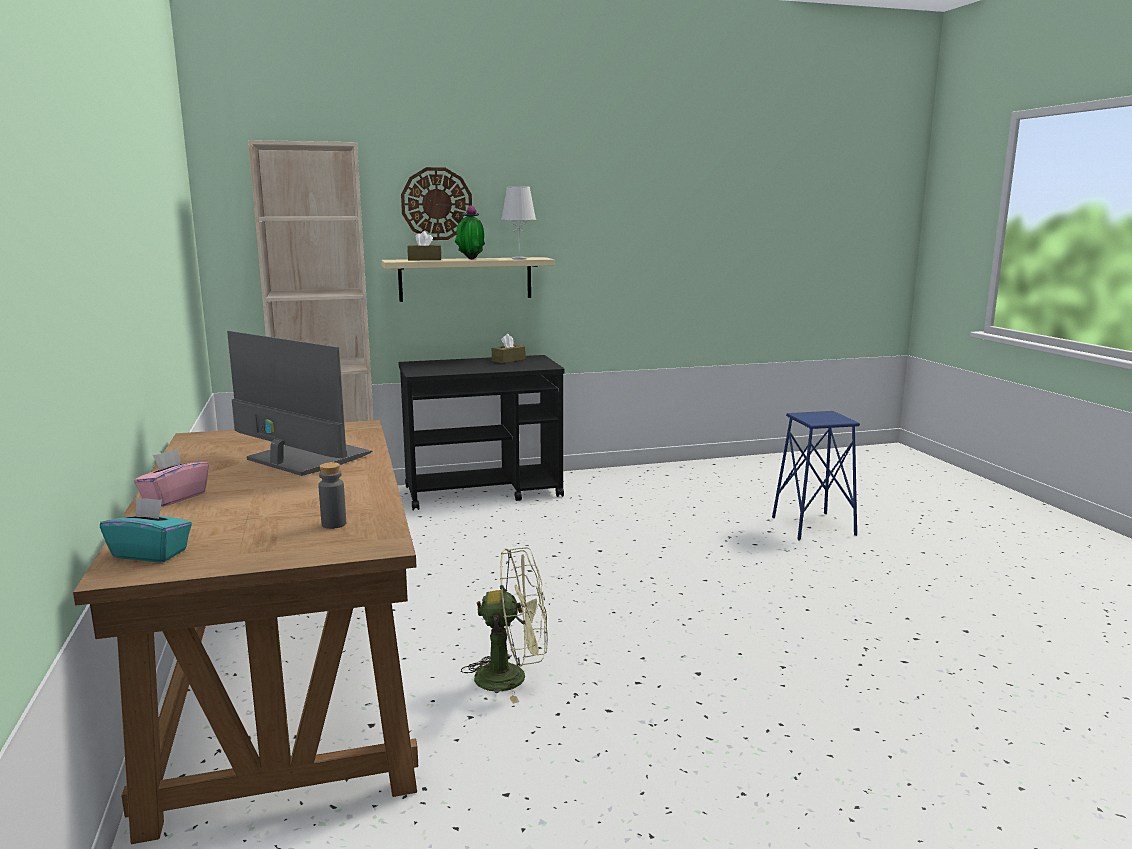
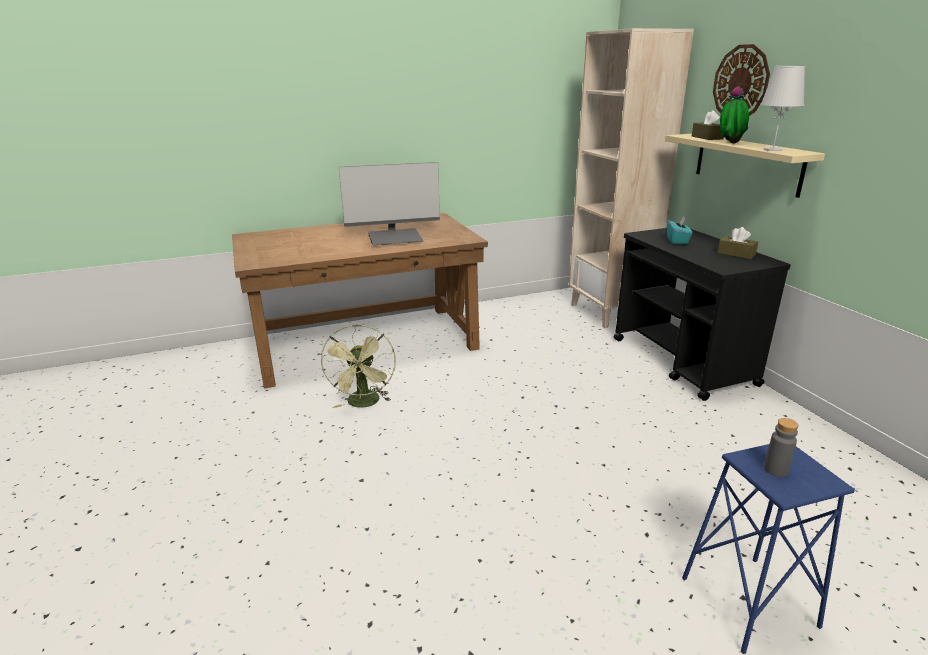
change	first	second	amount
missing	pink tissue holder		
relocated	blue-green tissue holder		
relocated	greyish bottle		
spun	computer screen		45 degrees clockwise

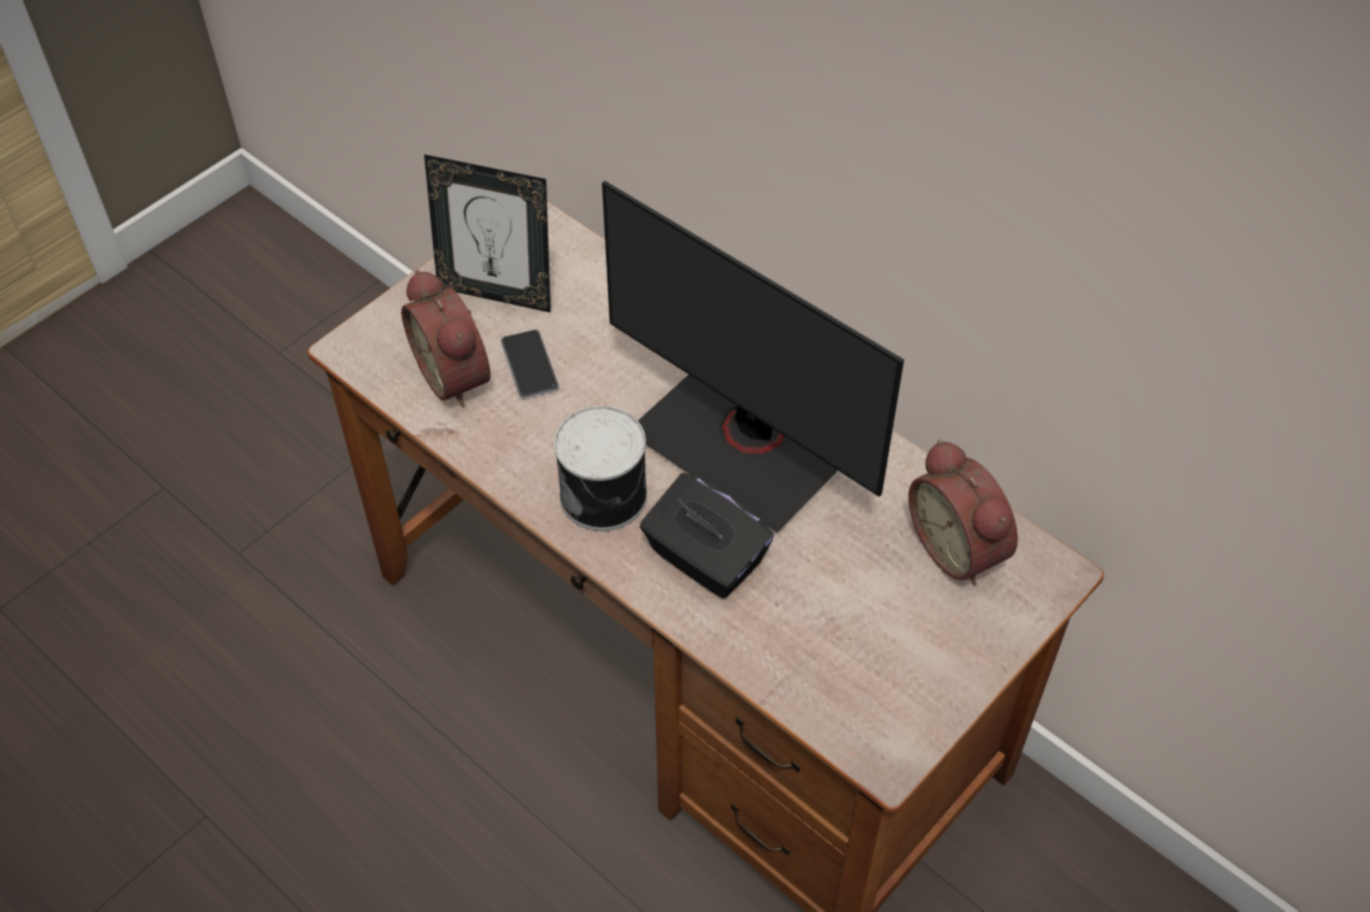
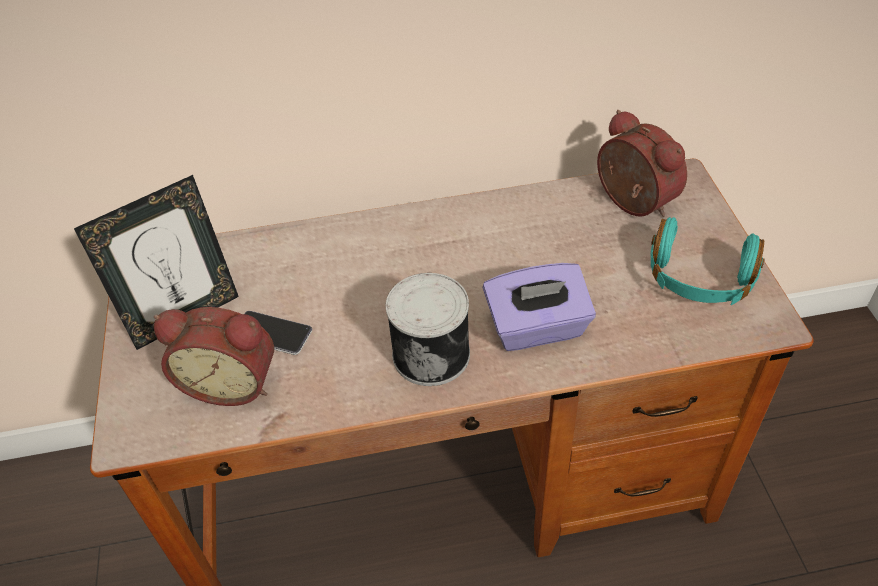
change	first	second	amount
missing	computer screen		
appeared		blue-green pair of headphones	
colour	blackish tissue holder	purplish tissue holder	
spun	alarm clock (no. 2 from left)		135 degrees counterclockwise

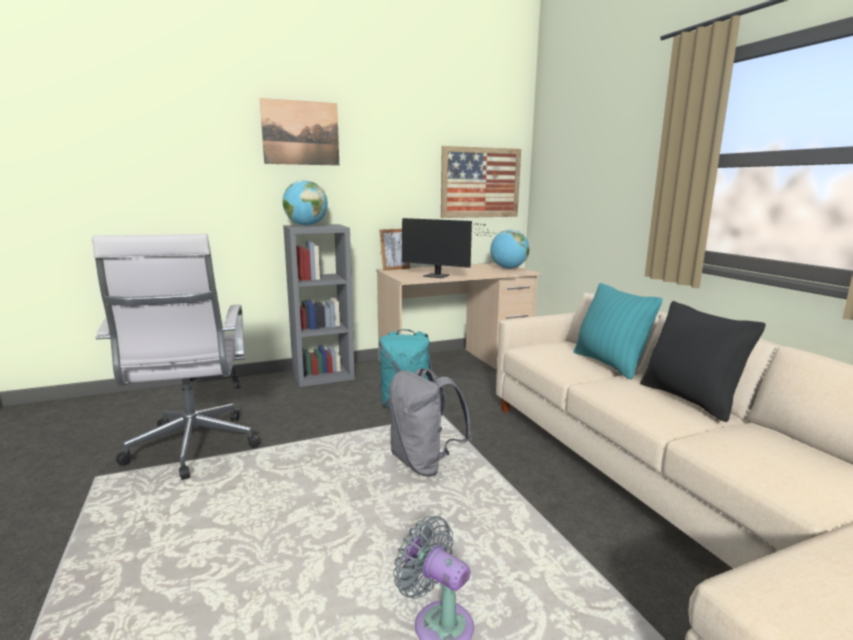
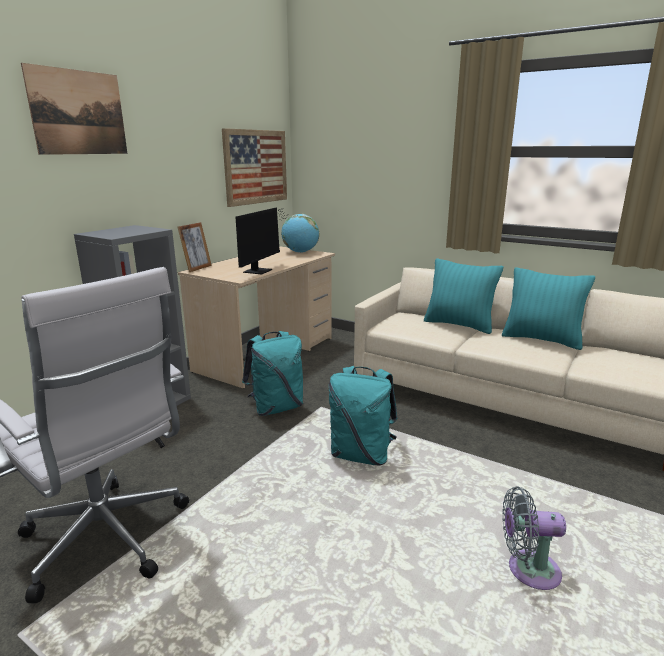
change	first	second	amount
missing	world globe (no. 1 from left)		
colour	greyish knapsack	blue-green knapsack (no. 2 from left)	
colour	blackish pillow	blue-green pillow (no. 2 from left)	
spun	computer screen		60 degrees counterclockwise

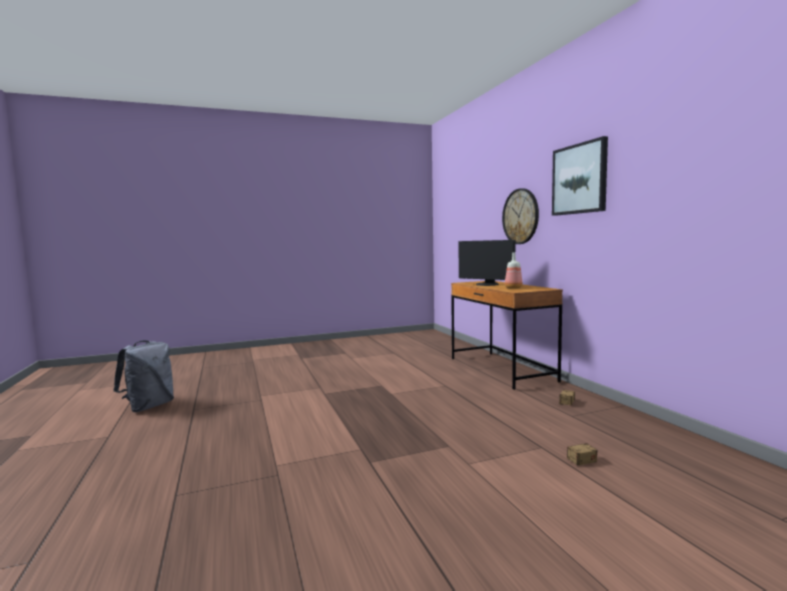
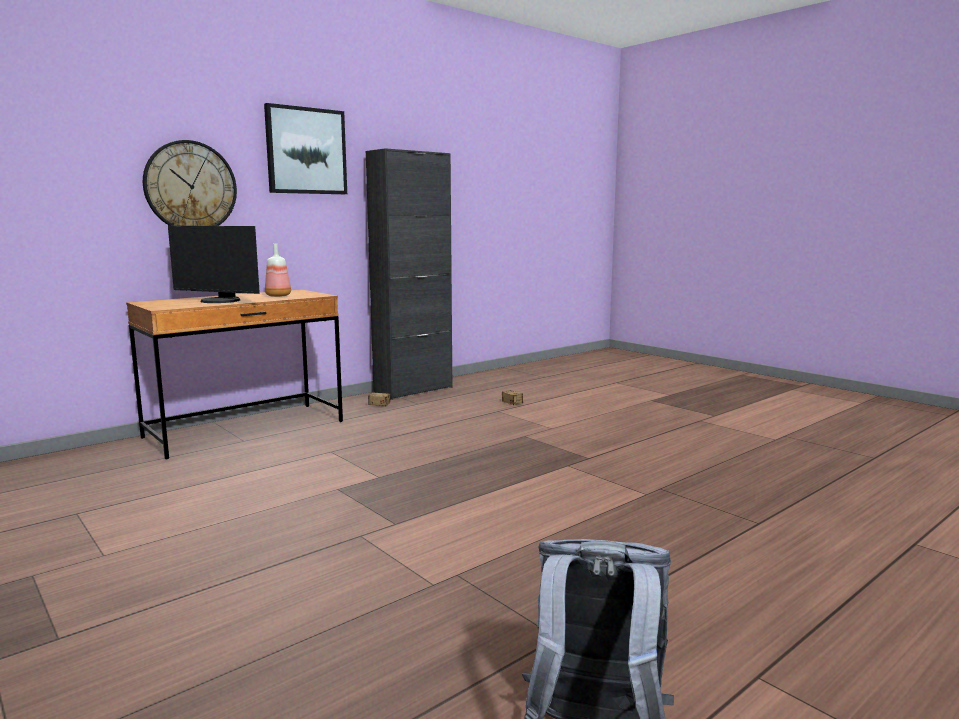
change	first	second	amount
appeared		blackish cabinet	
spun	computer screen		90 degrees clockwise

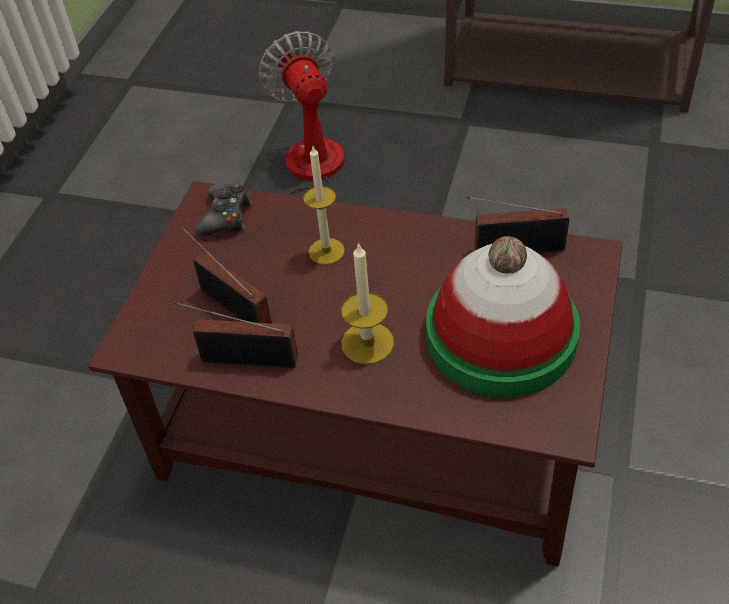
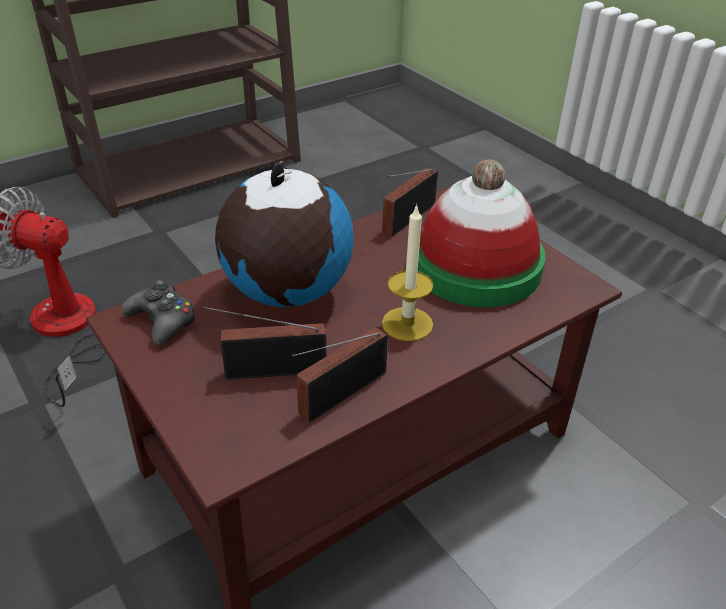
change	first	second	amount
exchanged	wax light (no. 1 from left)	world globe	

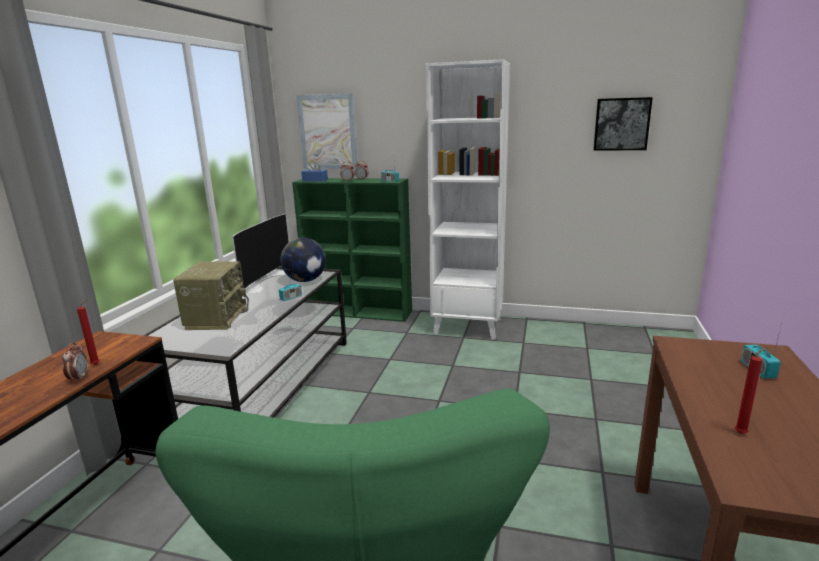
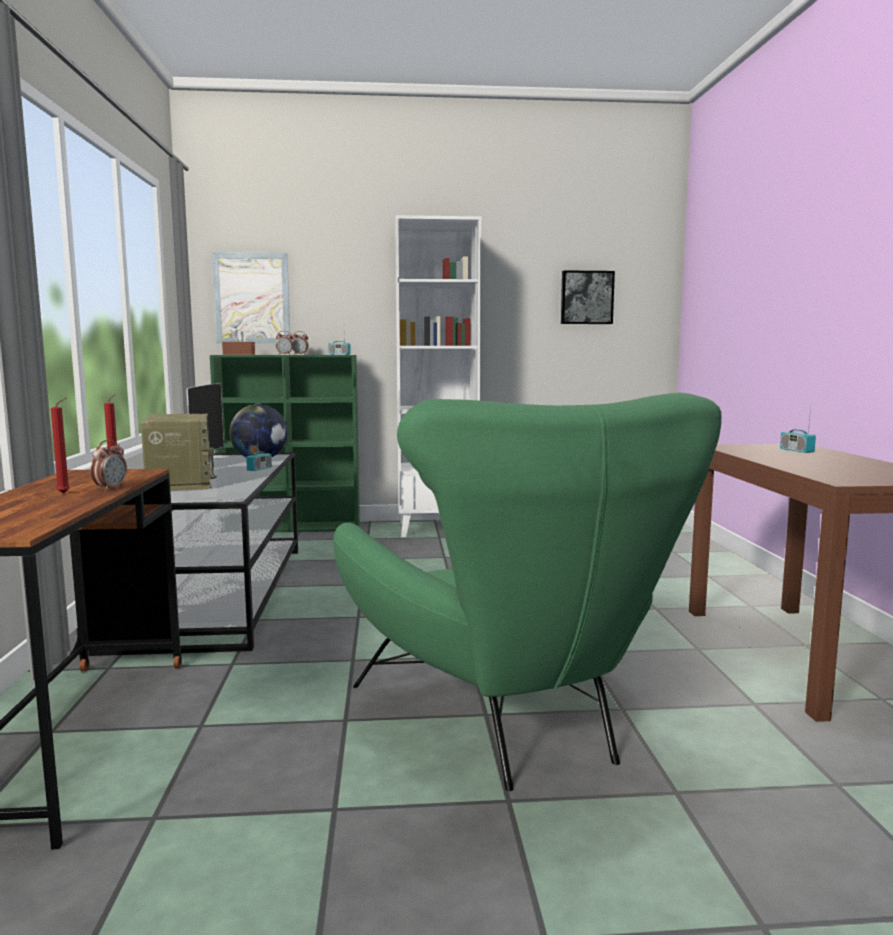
change	first	second	amount
relocated	red wax light (no. 2 from left in the first image)	red wax light (no. 1 from left)	
colour	blue-coloured tissue holder	brownish tissue holder	
spun	alarm clock (no. 1 from left)		45 degrees clockwise

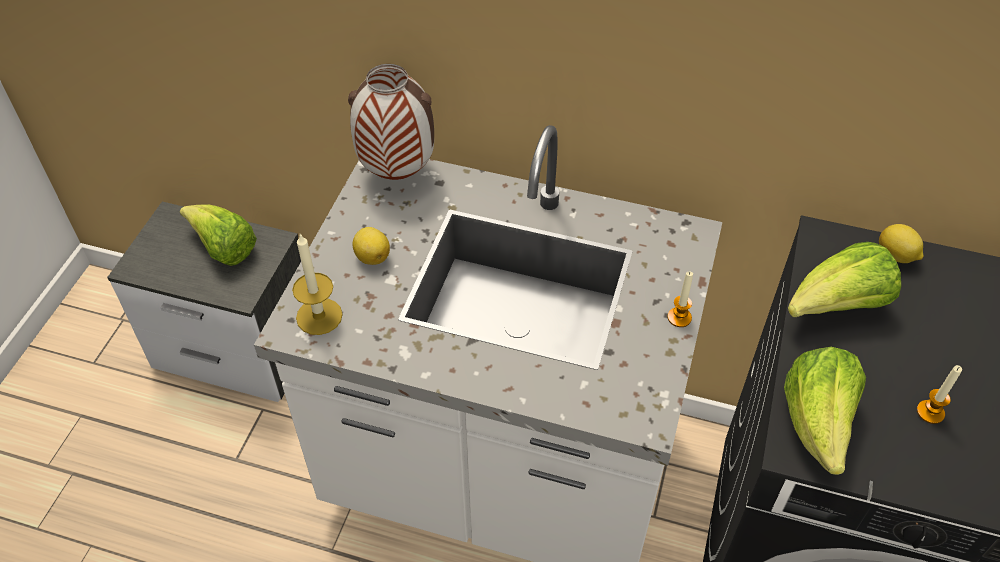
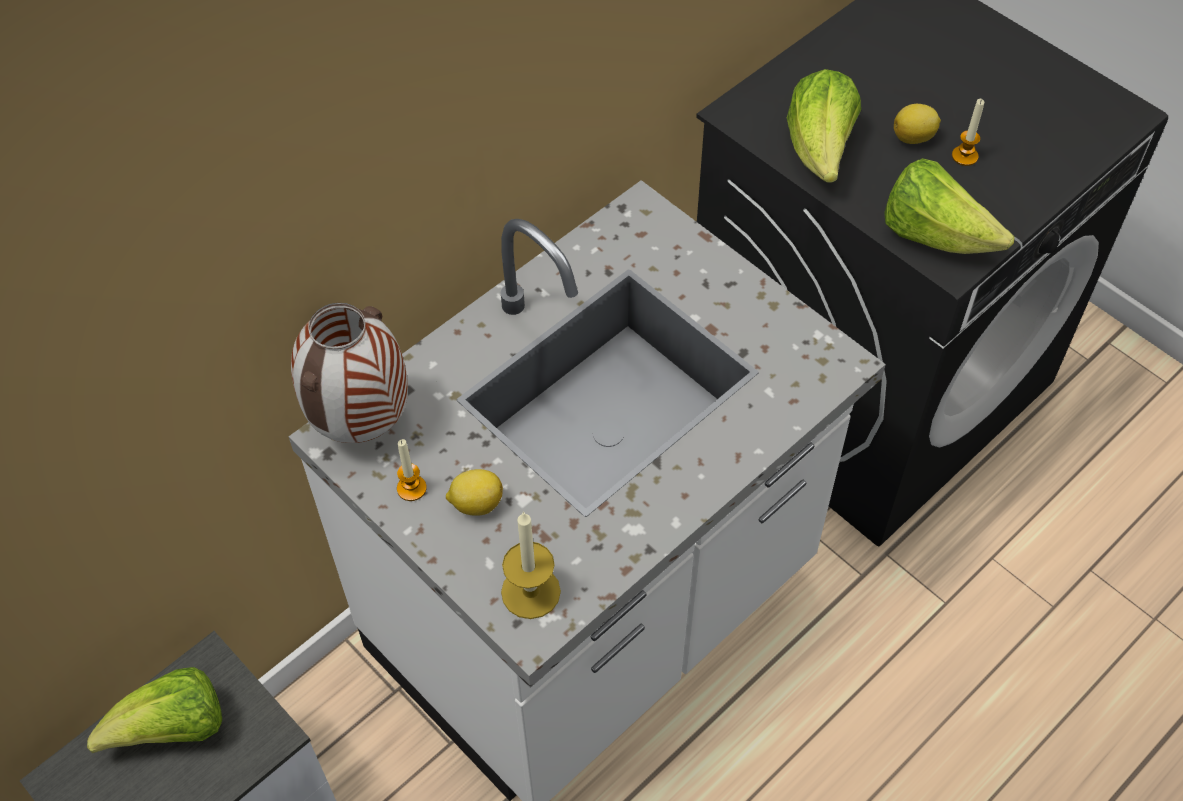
change	first	second	amount
relocated	wax light (no. 2 from left in the first image)	wax light (no. 1 from left)	
relocated	whole lemon (no. 2 from left)		

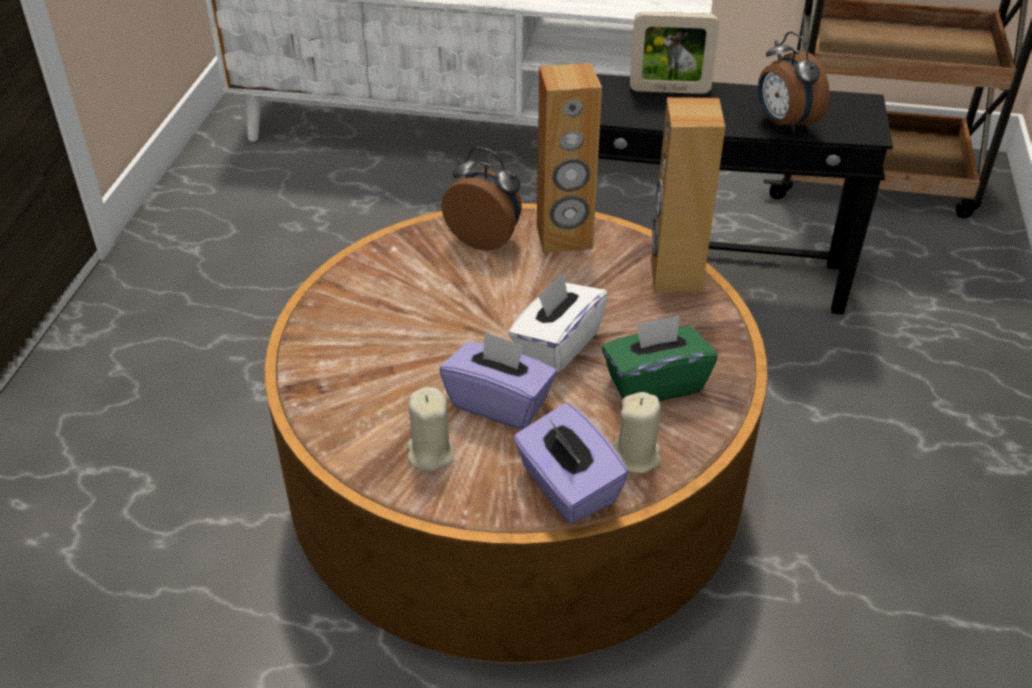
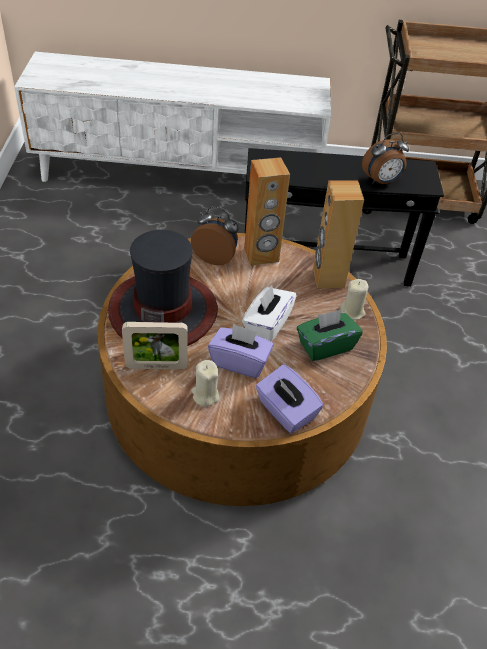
change	first	second	amount
appeared		clothing hat	
relocated	beige wax light (no. 2 from left)		
relocated	picture frame		
spun	alarm clock (no. 2 from left)		75 degrees counterclockwise

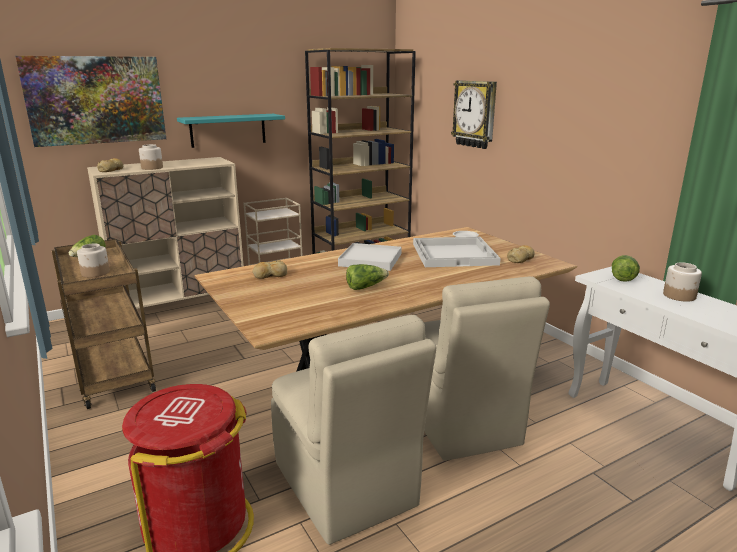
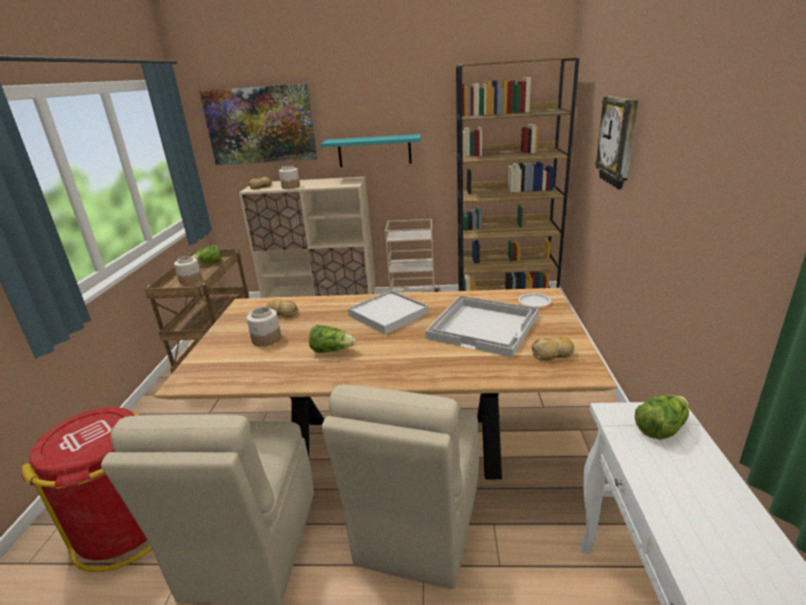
change	first	second	amount
relocated	jar (no. 3 from left in the first image)	jar (no. 2 from left)	

